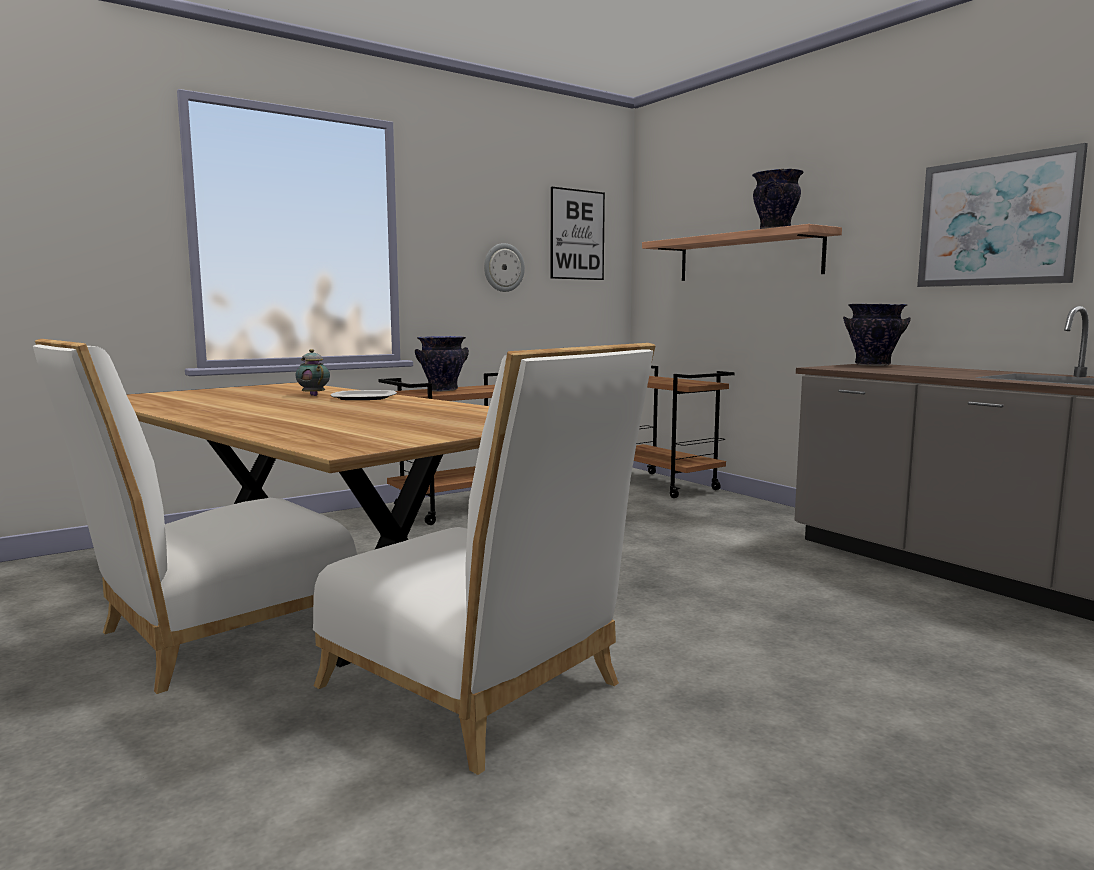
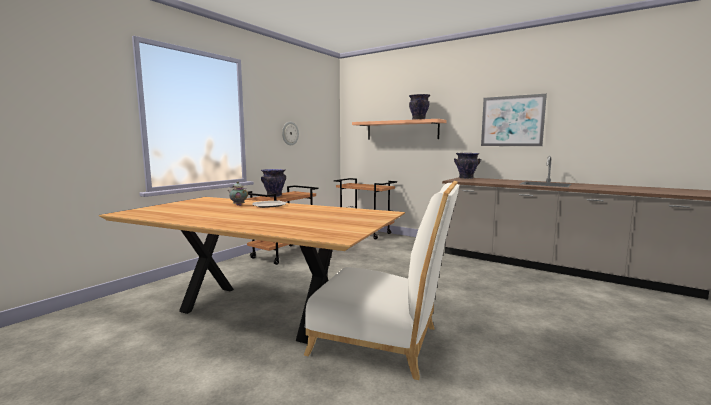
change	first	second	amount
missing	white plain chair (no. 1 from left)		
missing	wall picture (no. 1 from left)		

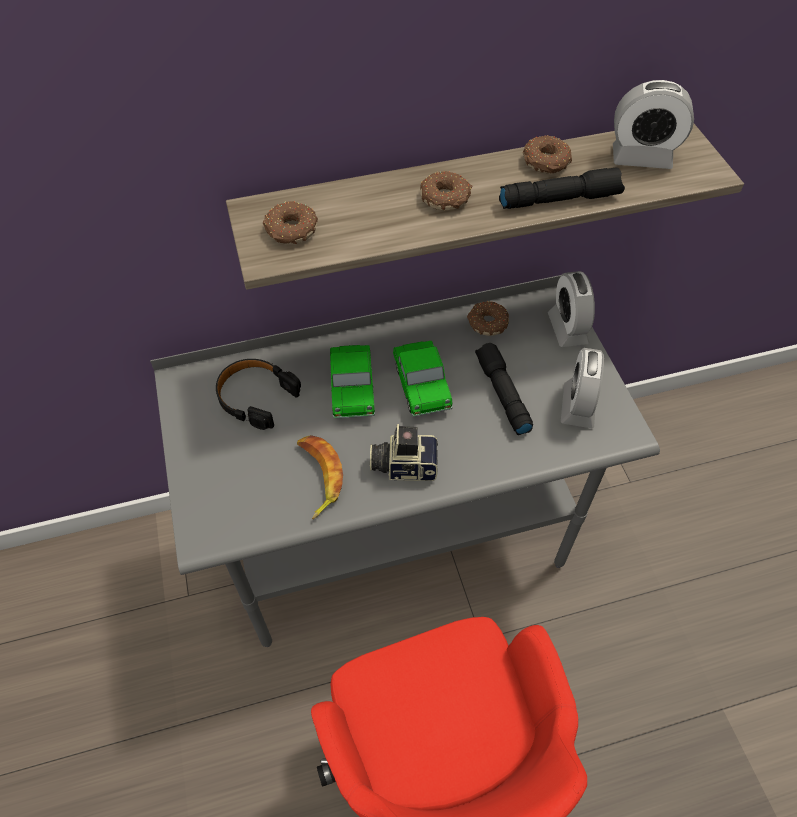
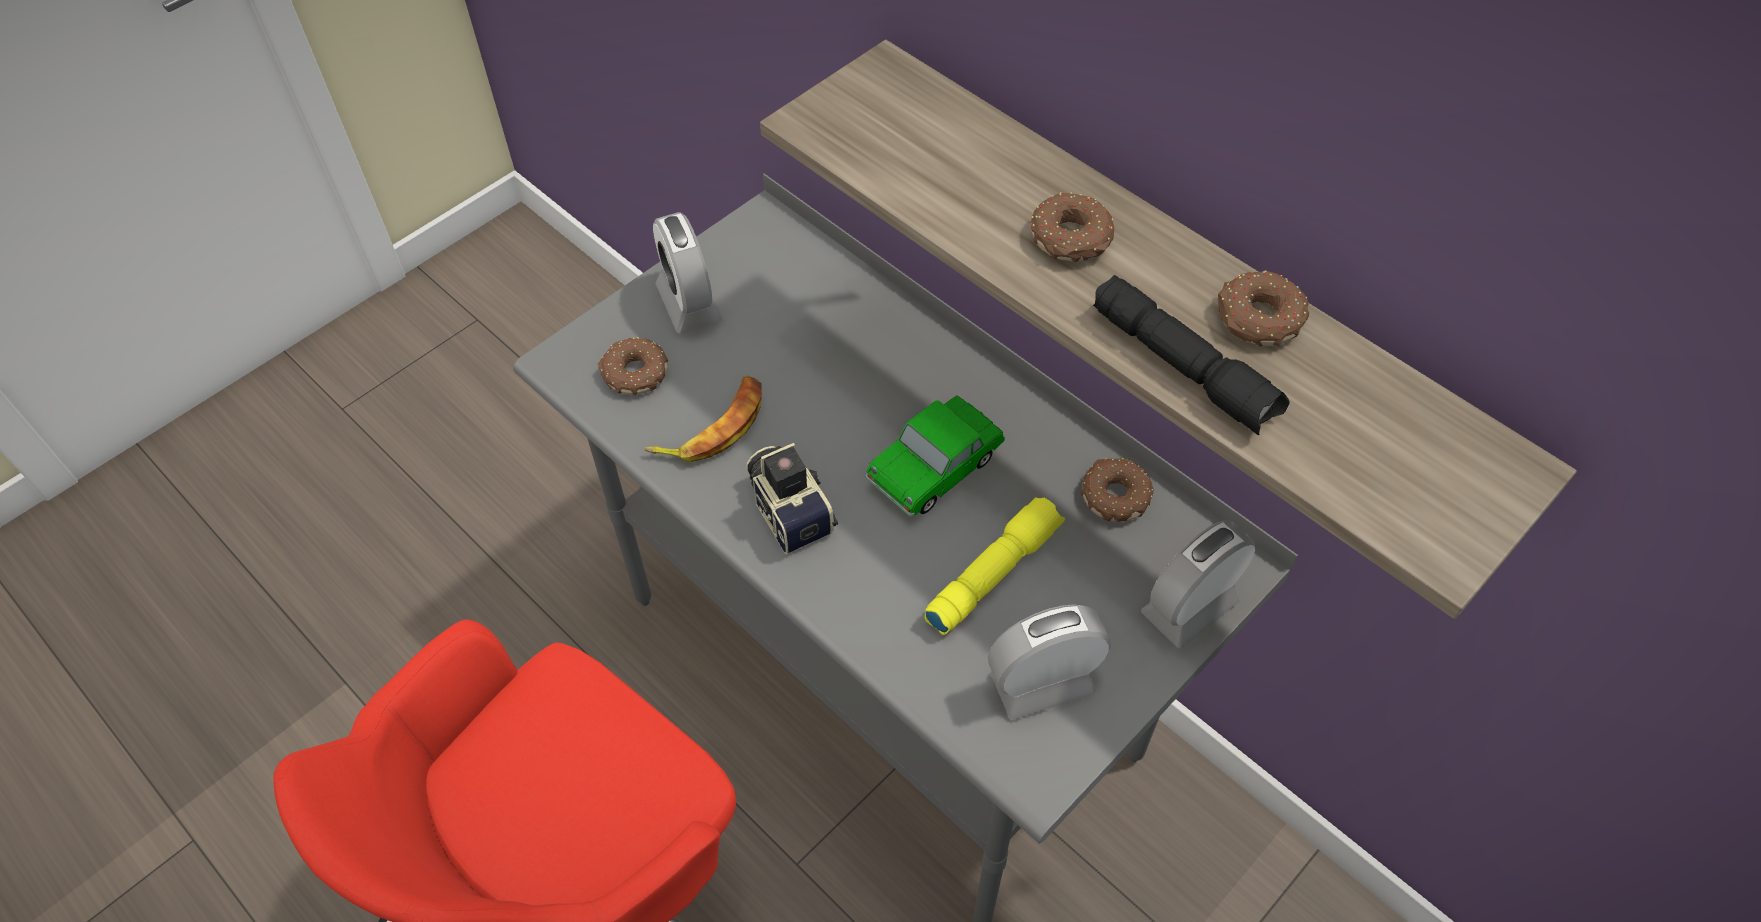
change	first	second	amount
missing	blackish pair of headphones		
missing	model car (no. 1 from left)		
relocated	ring doughnut (no. 1 from left)		
relocated	alarm clock (no. 3 from left in the first image)	alarm clock (no. 1 from left)	
colour	blackish torch (no. 1 from left)	yellow-coloured torch	

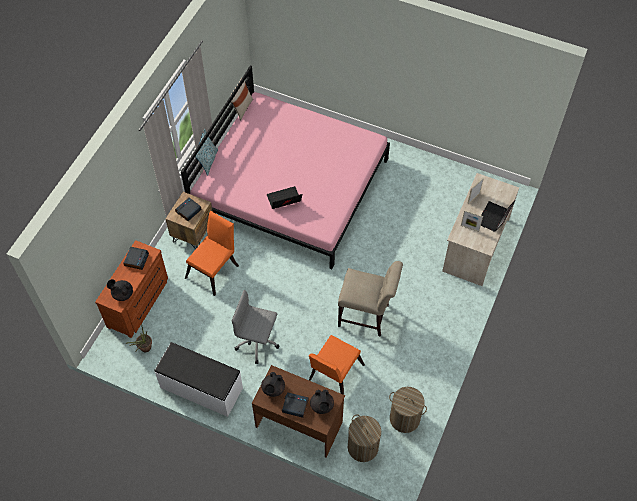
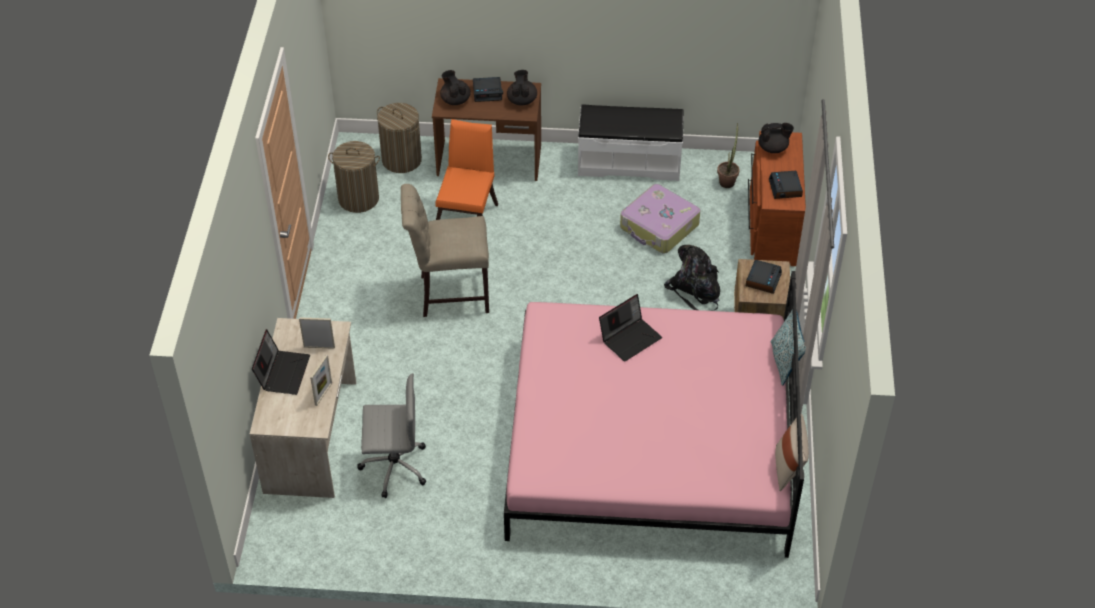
change	first	second	amount
appeared		piece of luggage	
relocated	greyish office chair		
exchanged	orangey plain chair (no. 1 from left)	blackish knapsack	

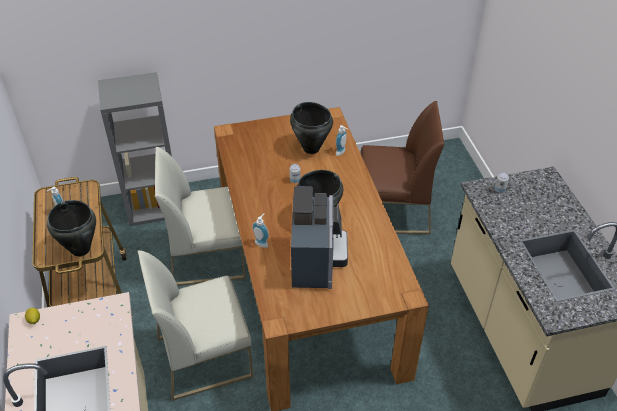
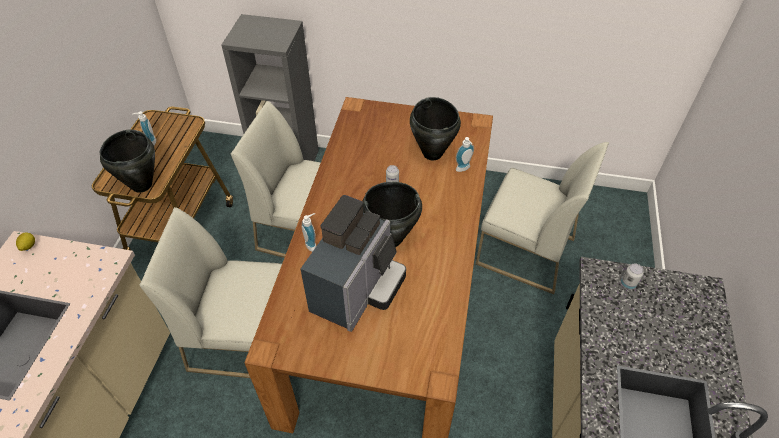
change	first	second	amount
colour	brownish plain chair	white plain chair (no. 3 from left)	

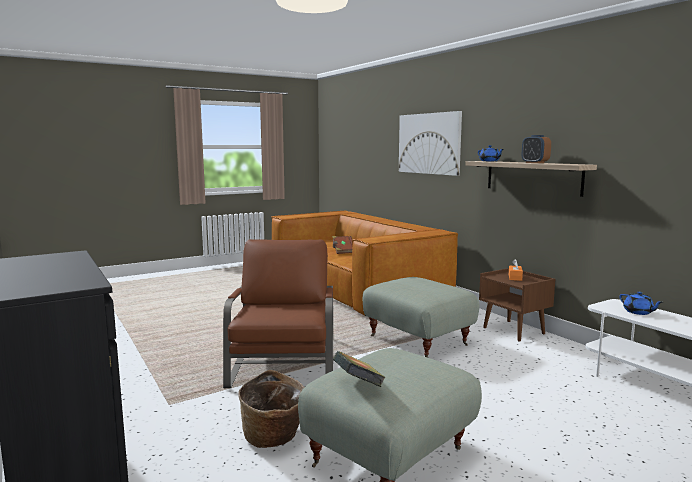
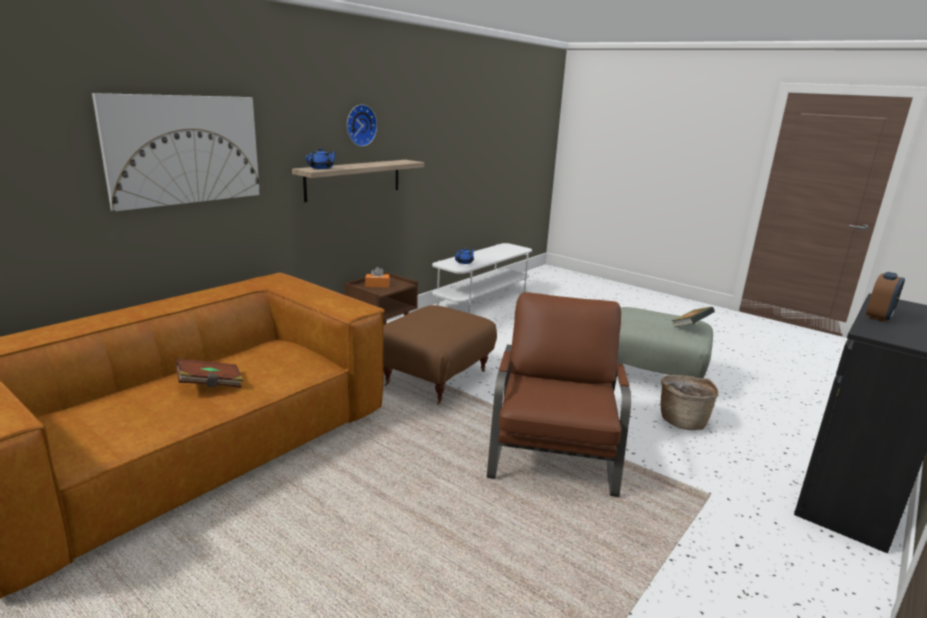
change	first	second	amount
appeared		hanging clock	
relocated	alarm clock		
colour	greyish footrest (no. 2 from left)	brownish footrest	
spun	brownish armchair		120 degrees clockwise

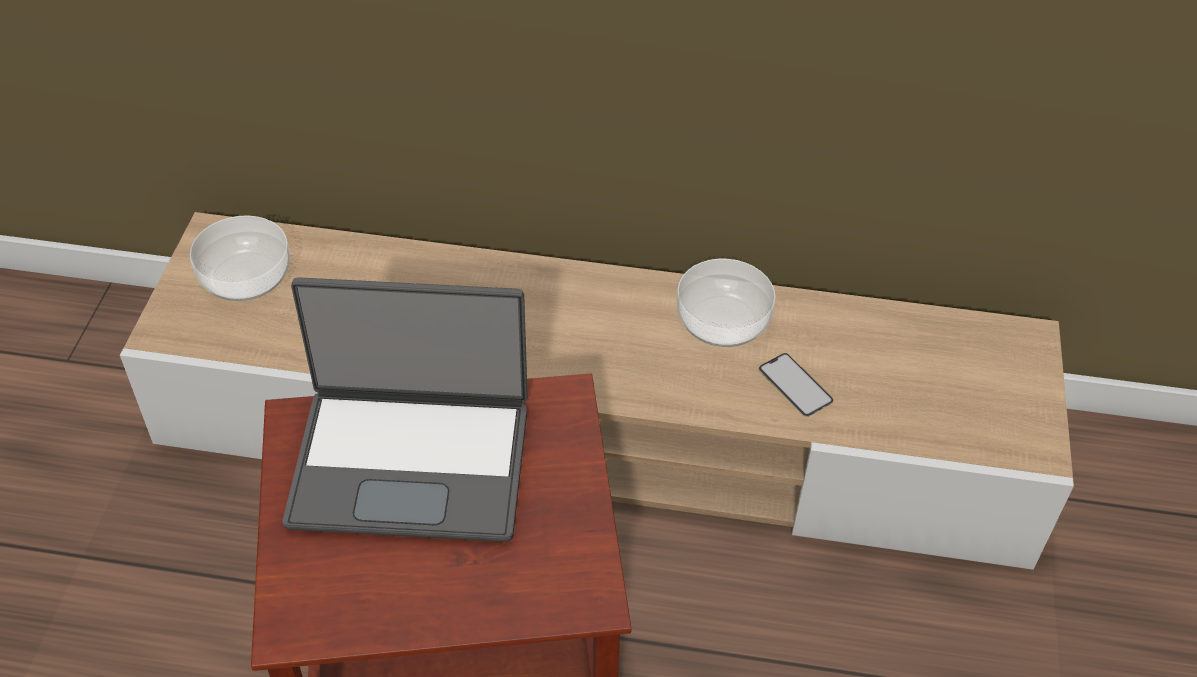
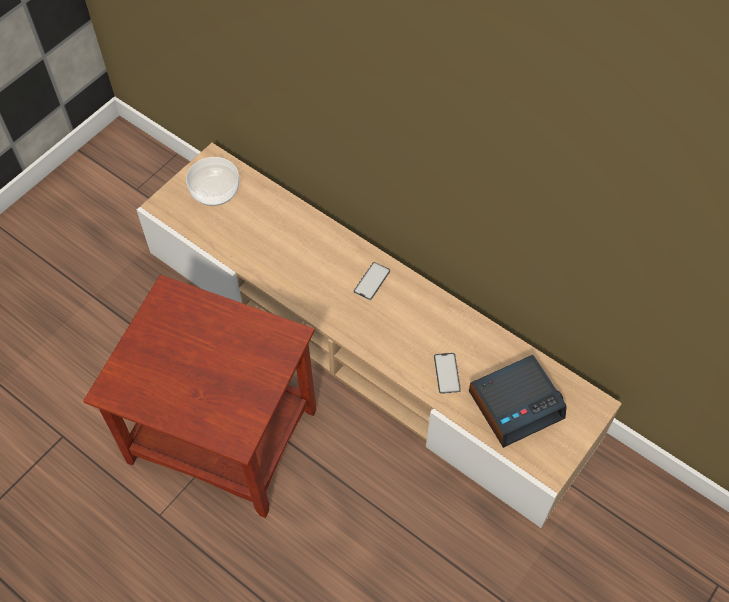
change	first	second	amount
missing	laptop		
missing	bowl (no. 2 from left)		
appeared		handset (no. 1 from left)	
appeared		alarm clock	

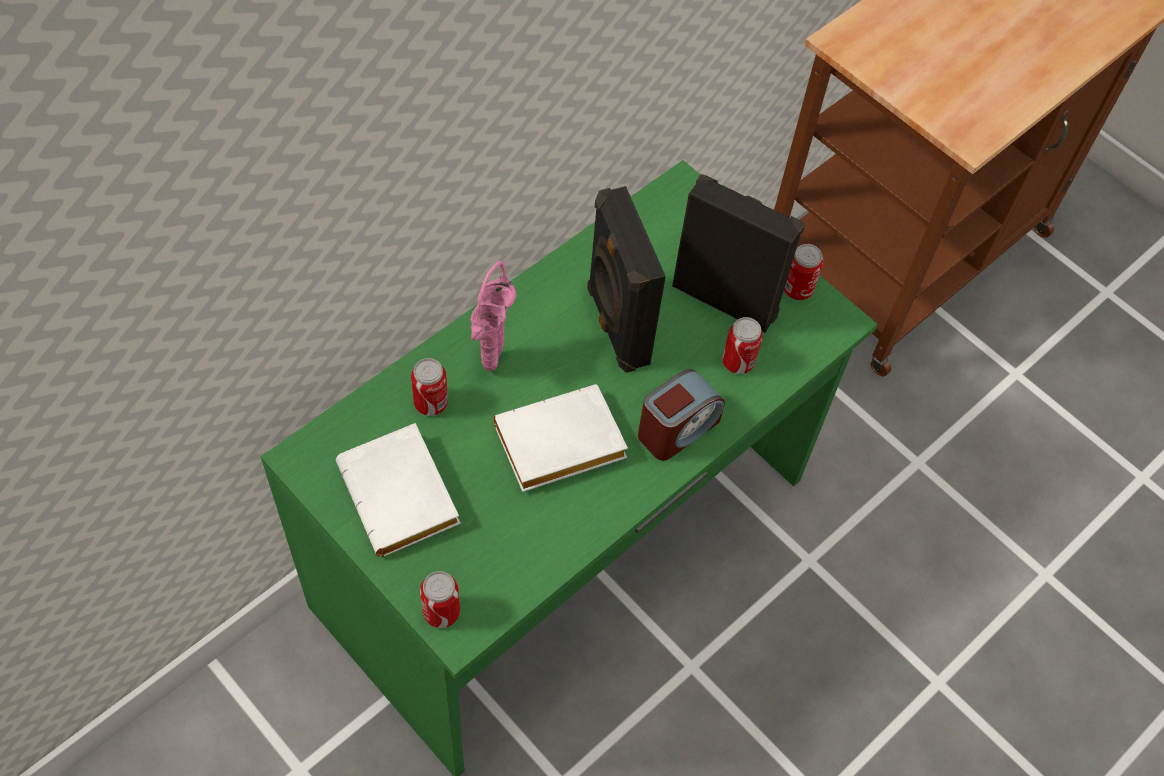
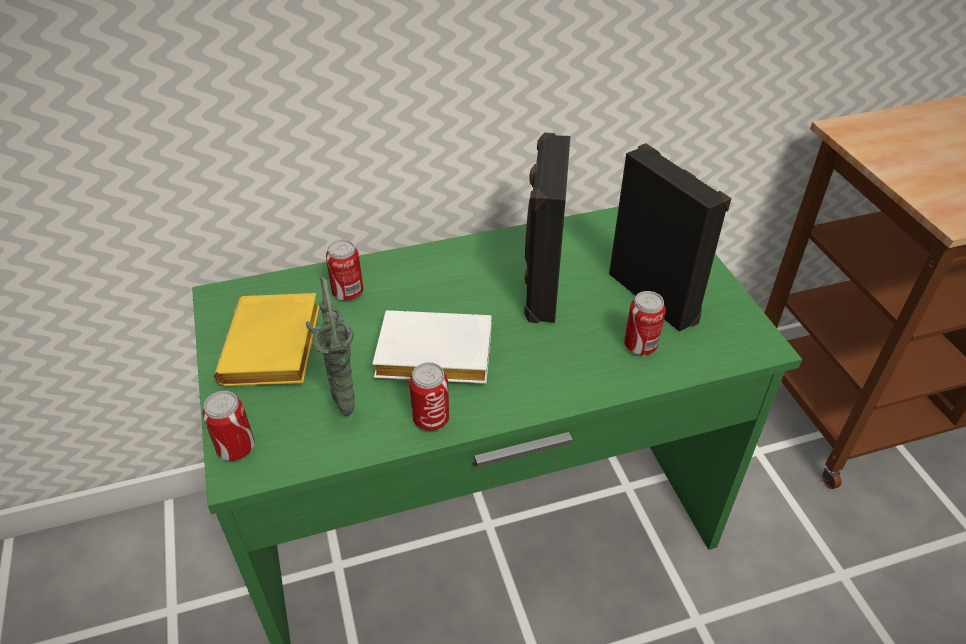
change	first	second	amount
missing	pink decorative vase		
missing	alarm clock		
appeared		green decorative vase	
relocated	can (no. 4 from left in the first image)	can (no. 3 from left)	
colour	white volume (no. 1 from left)	yellow-coloured volume	

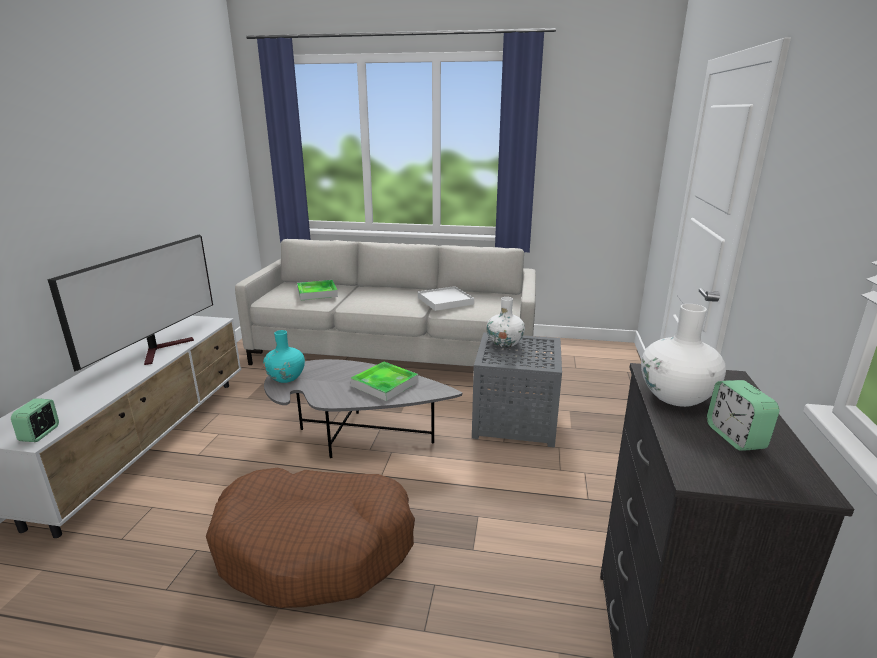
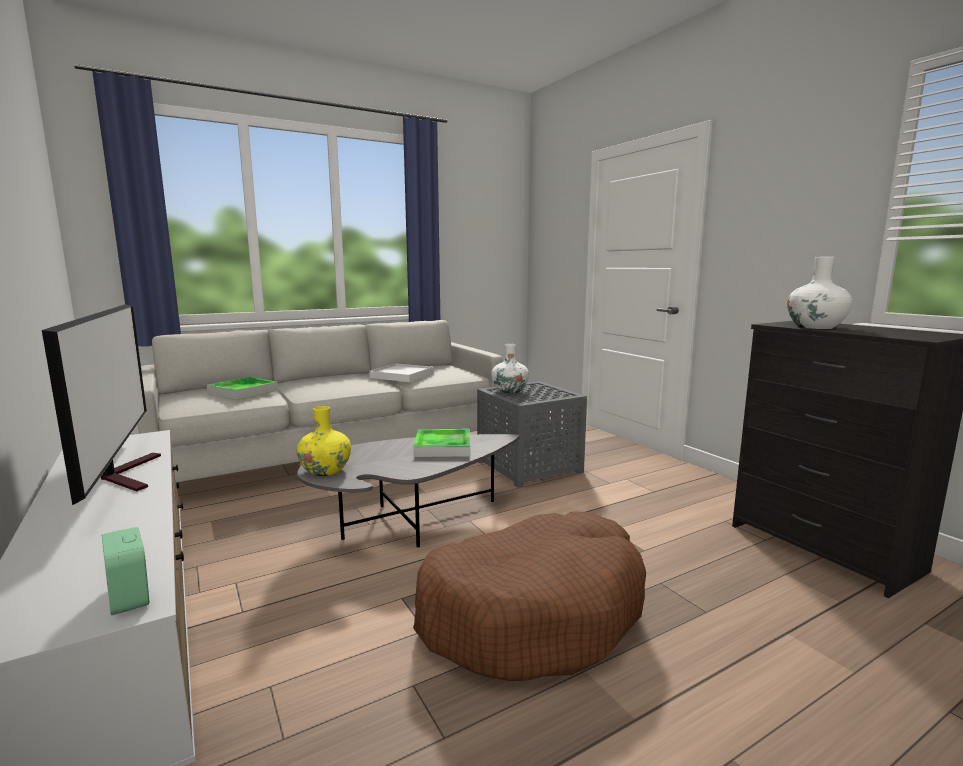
change	first	second	amount
missing	alarm clock (no. 2 from left)		
colour	blue-green decorative vase	yellow-coloured decorative vase	

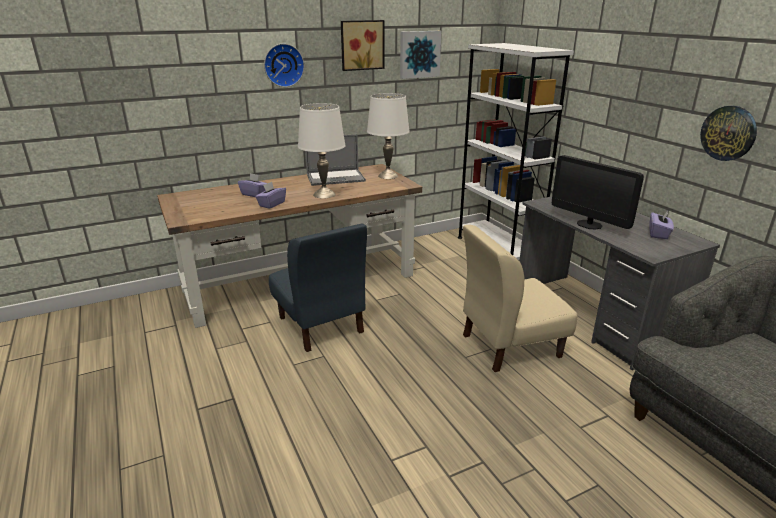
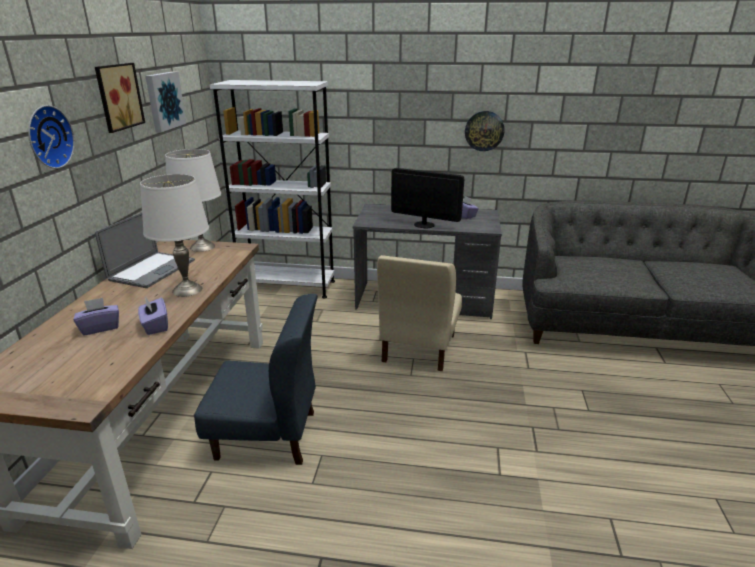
change	first	second	amount
spun	computer screen		150 degrees counterclockwise

